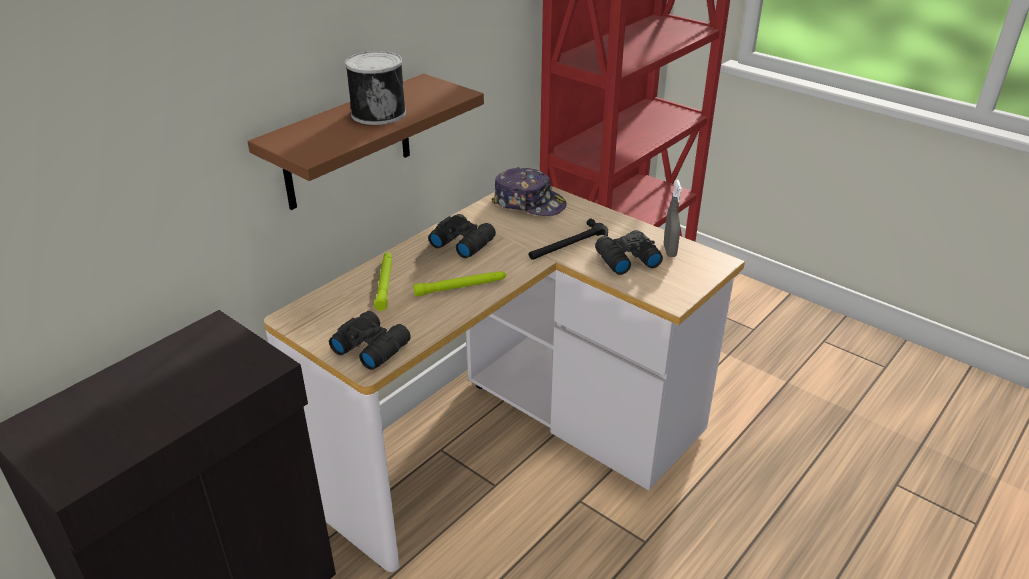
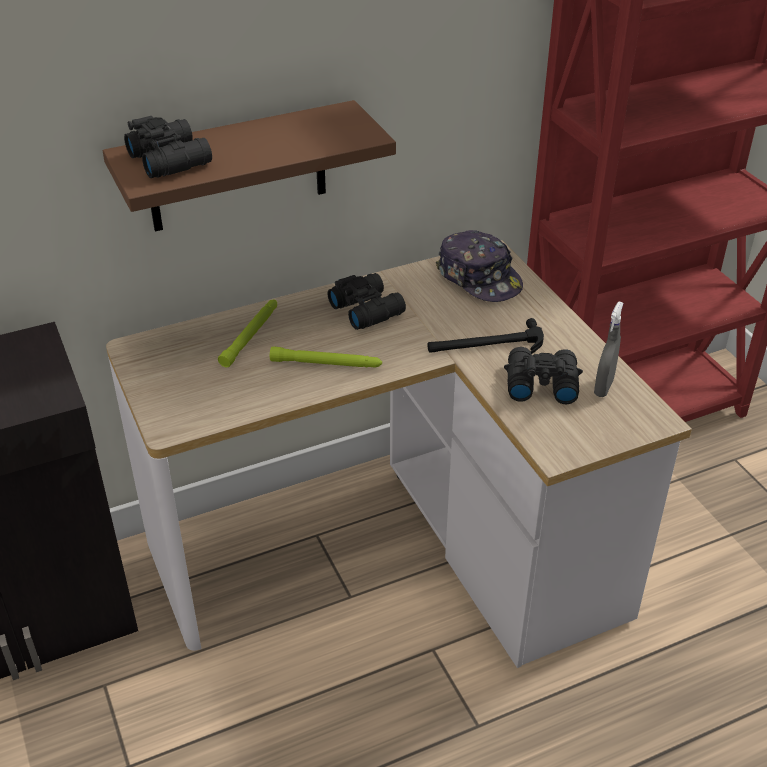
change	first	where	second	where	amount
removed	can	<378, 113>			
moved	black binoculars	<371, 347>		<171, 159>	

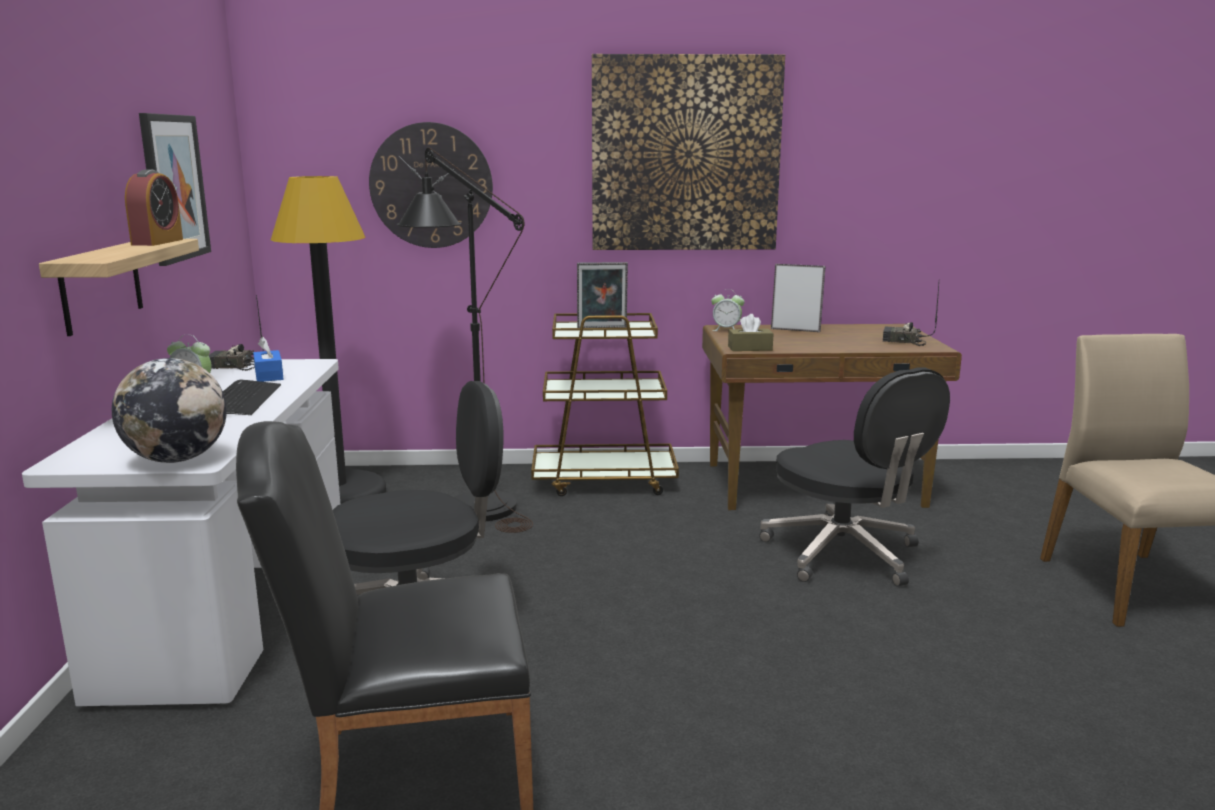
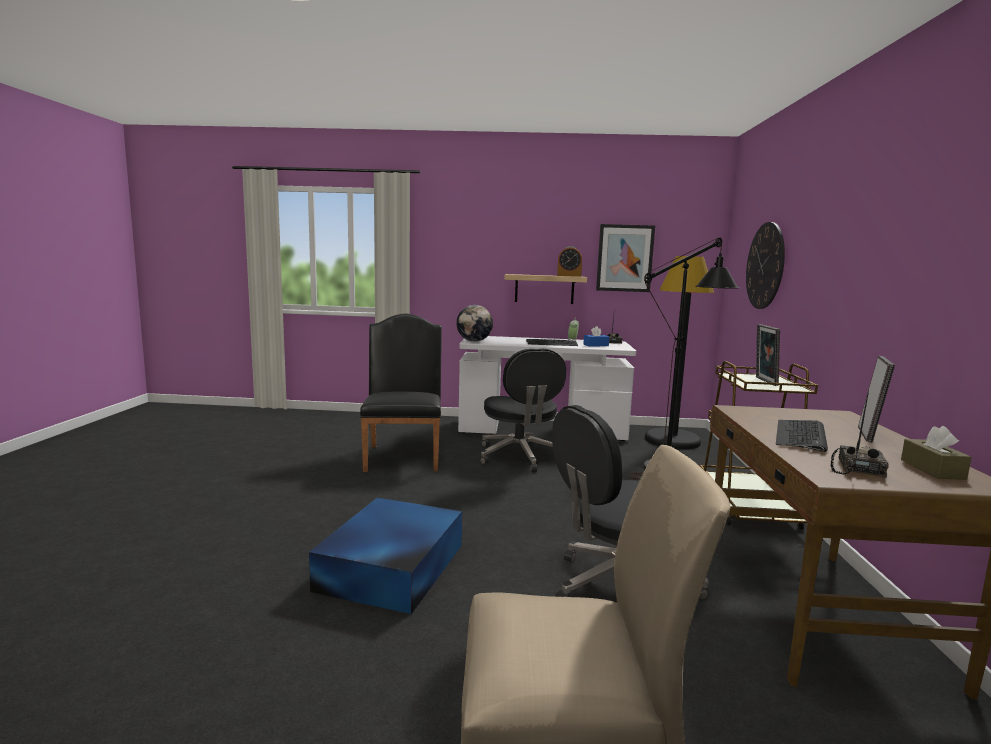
change	first	where	second	where	amount
removed	picture	<685, 154>			
removed	alarm clock	<726, 330>			
added			blue storage box	<390, 567>	
added			keyboard	<801, 436>	
moved	brown tissue box	<750, 348>		<932, 469>	

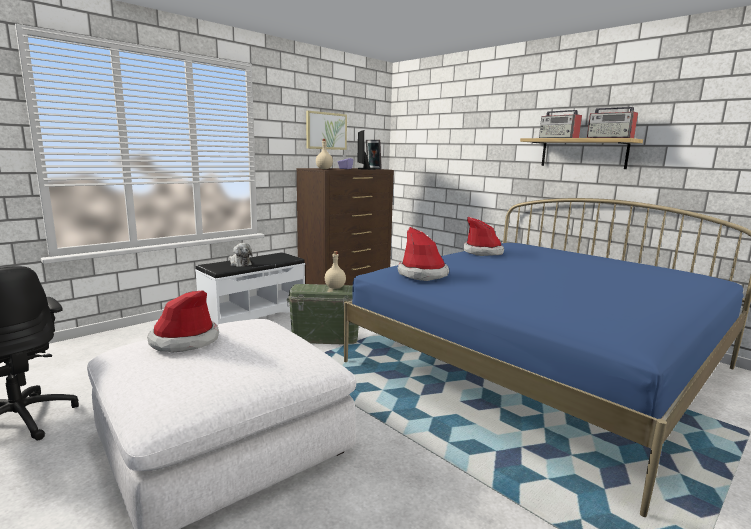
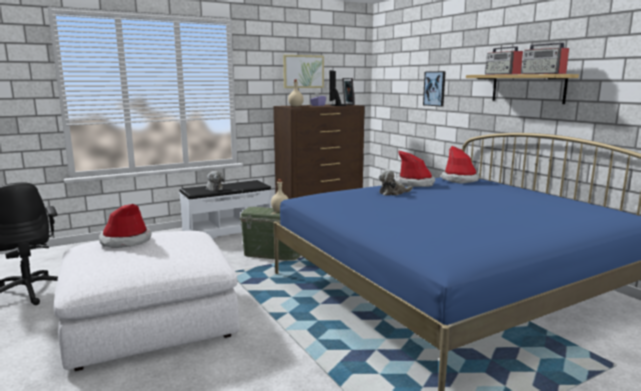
change	first	where	second	where	amount
added			plush toy	<393, 193>	
added			picture	<434, 88>	
moved	hat	<422, 274>		<460, 180>	

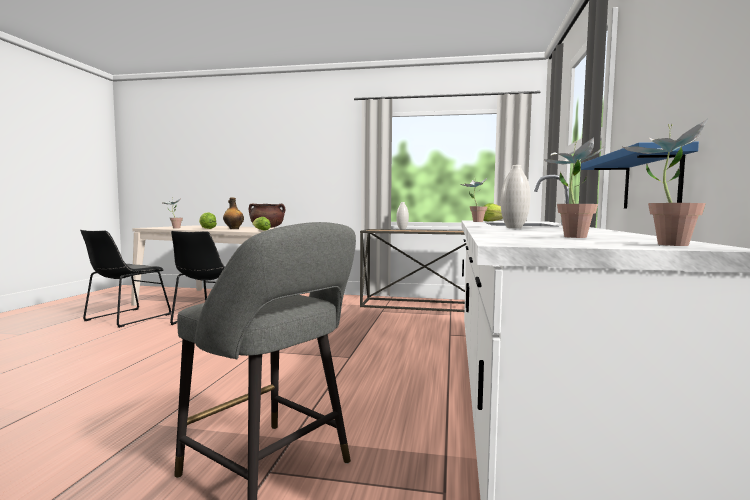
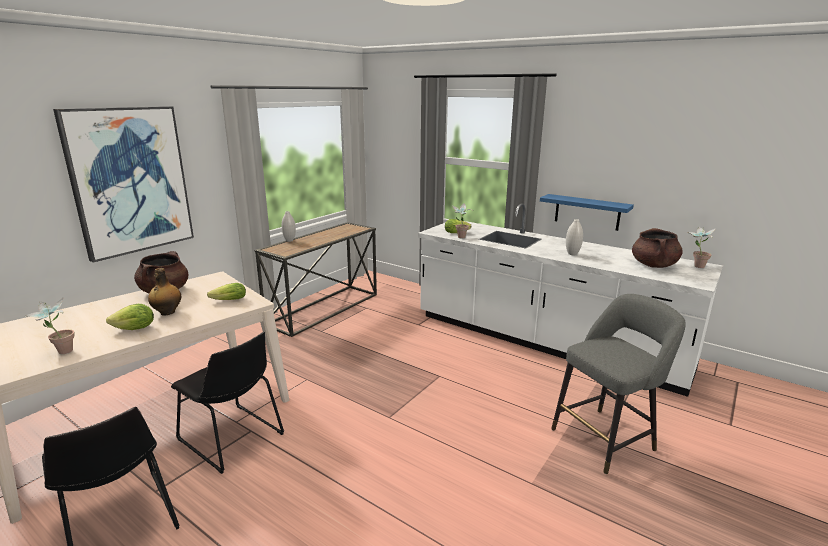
change	first	where	second	where	amount
added			picture	<130, 181>	
replaced	potted plant	<570, 236>	brown cooking pot	<654, 265>	

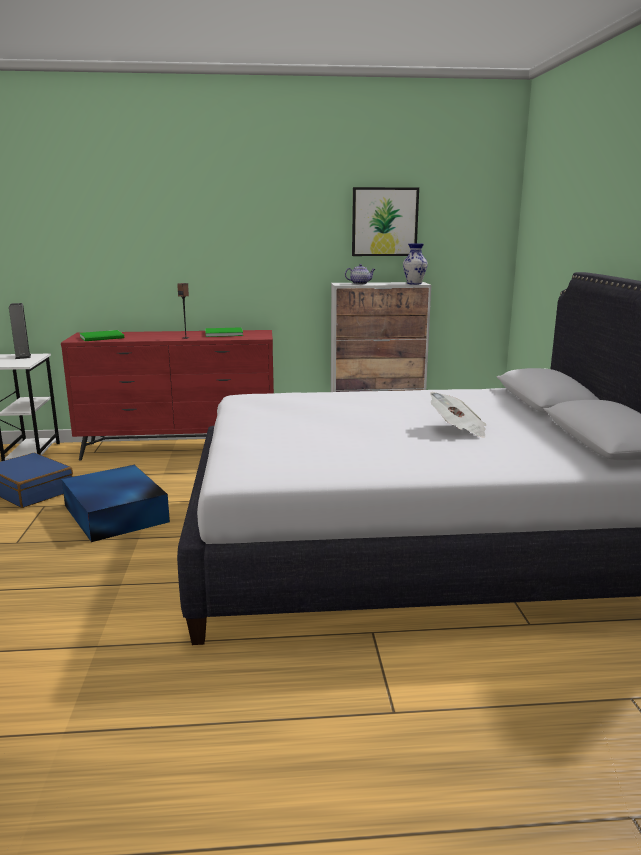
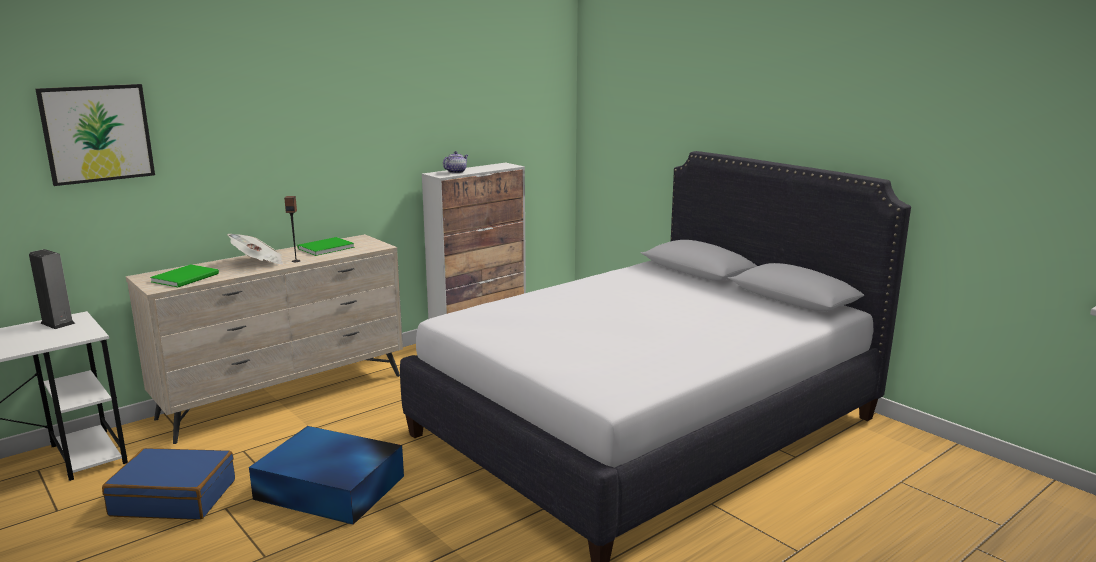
change	first	where	second	where	amount
removed	vase	<414, 283>			
moved	picture	<384, 222>		<97, 133>	
moved	newspaper	<458, 430>		<259, 262>	
recoloured	red dresser	<180, 449>	beige dresser	<285, 396>	

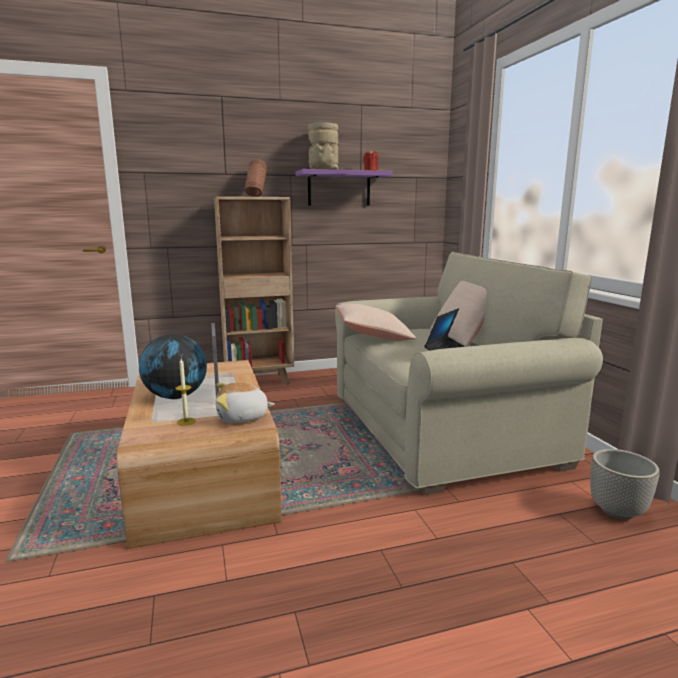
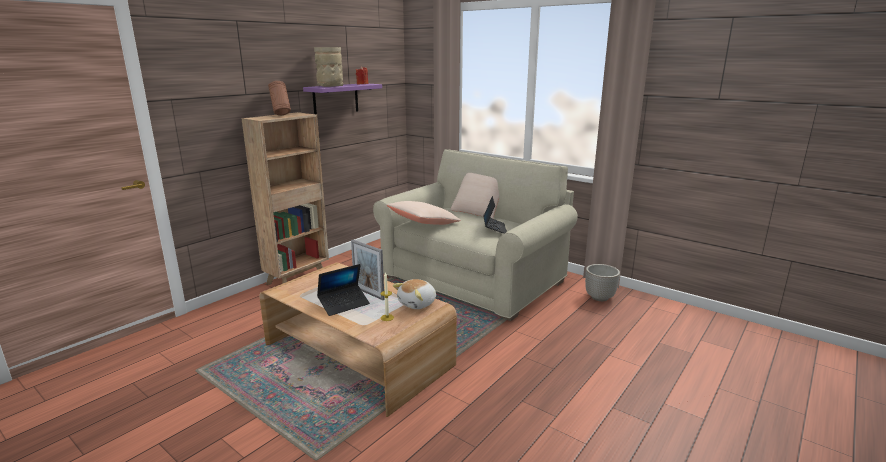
change	first	where	second	where	amount
replaced	globe	<176, 397>	laptop	<344, 304>	

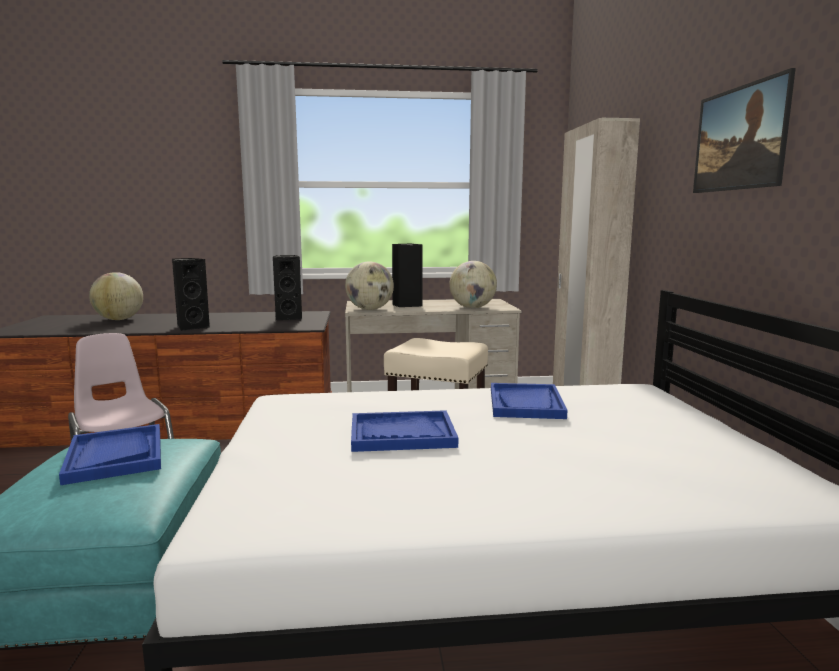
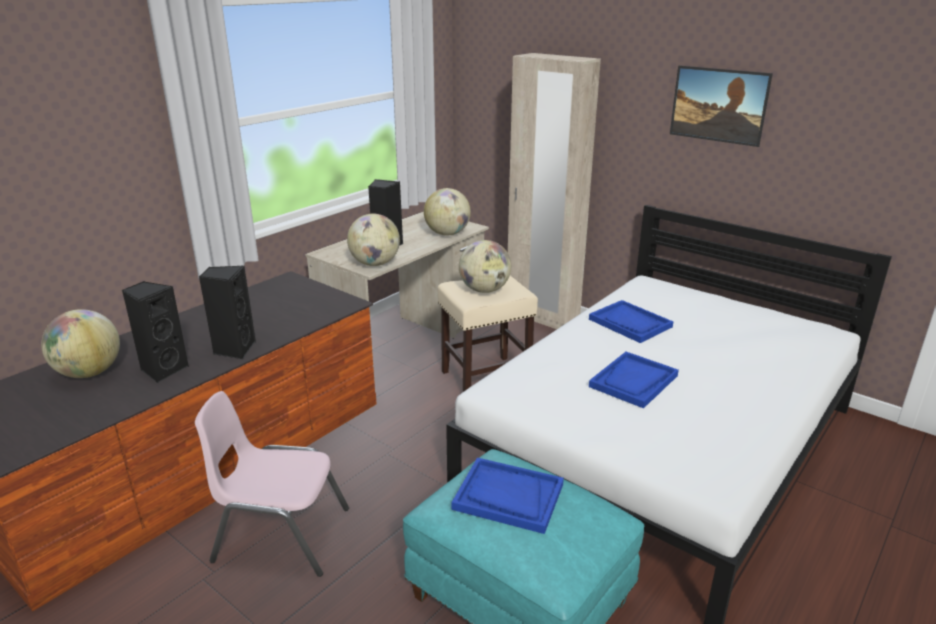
change	first	where	second	where	amount
added			globe	<484, 290>	
moved	black speaker	<289, 318>		<163, 370>	

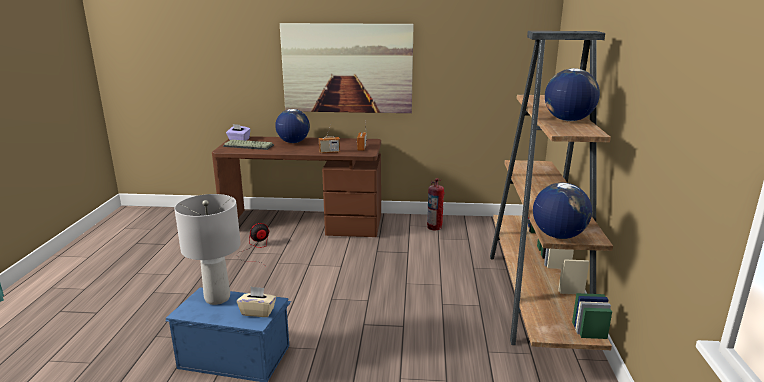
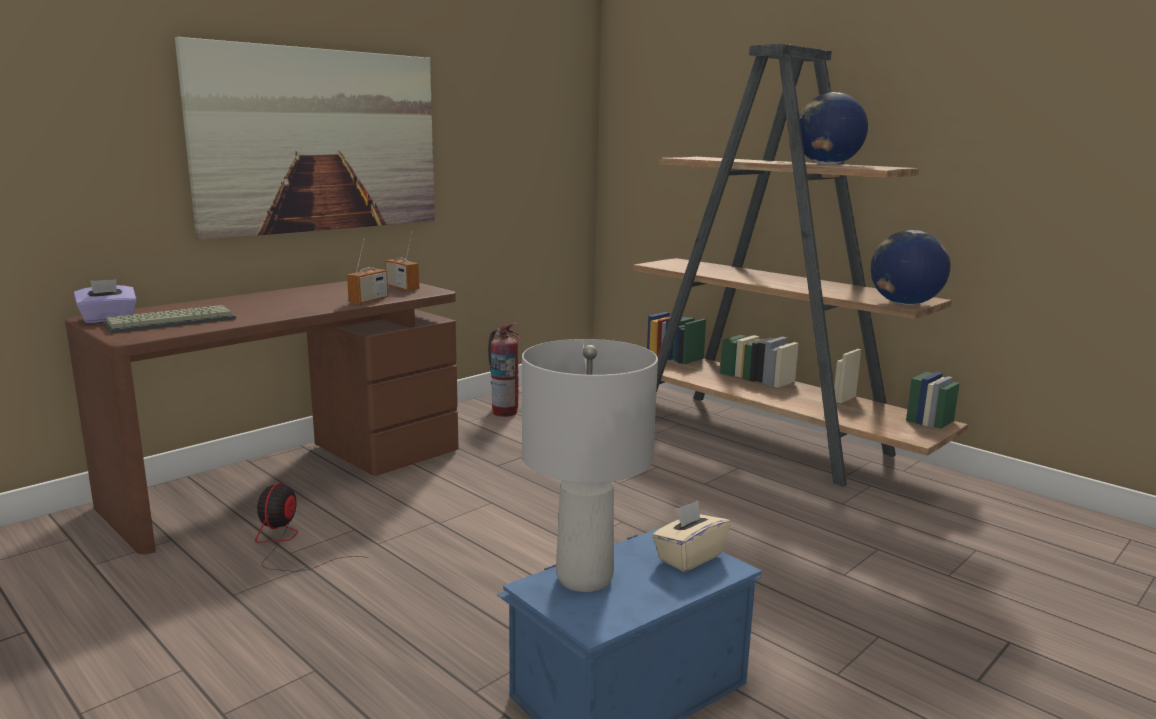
change	first	where	second	where	amount
removed	globe	<293, 142>			

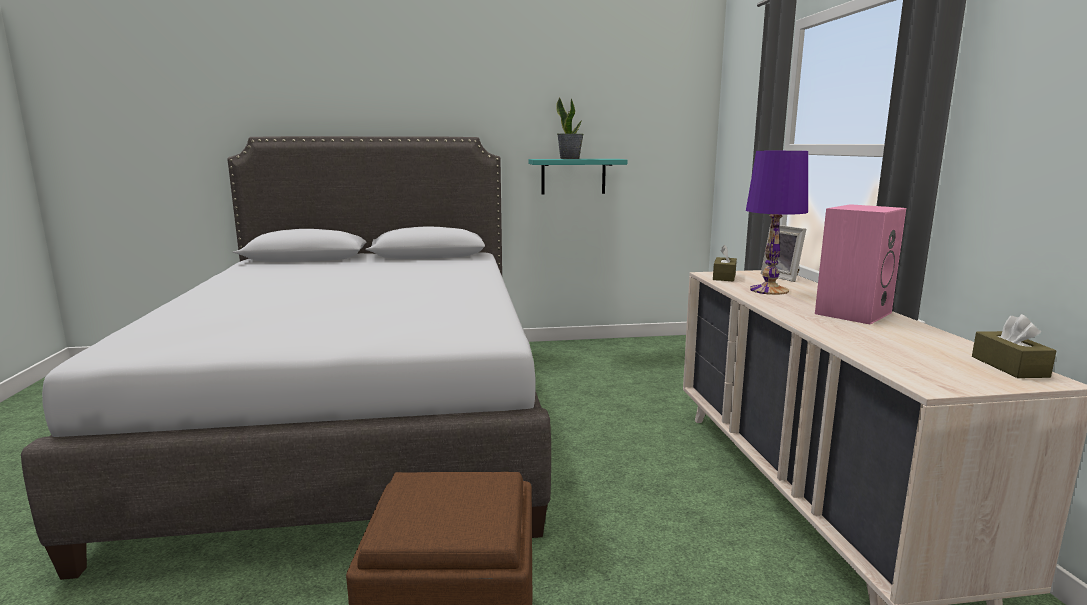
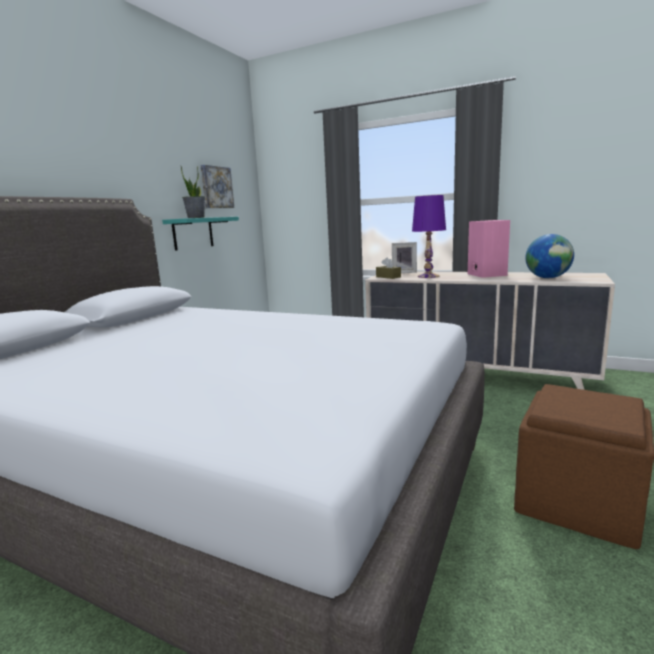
change	first	where	second	where	amount
removed	brown tissue box	<1009, 366>			
added			picture	<216, 187>	
added			globe	<547, 278>	

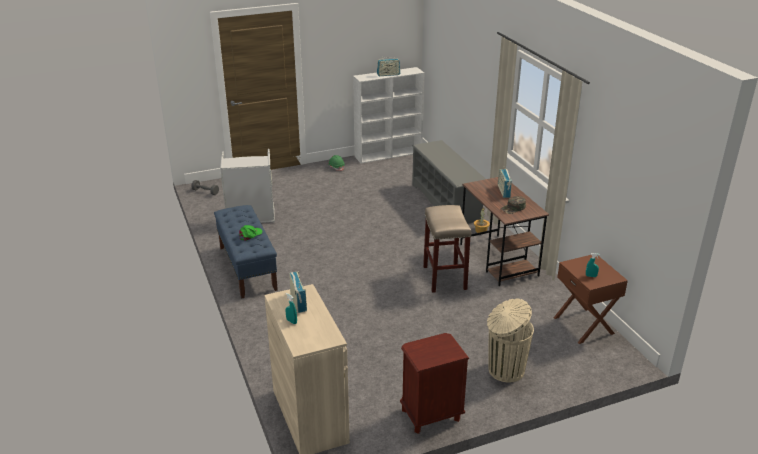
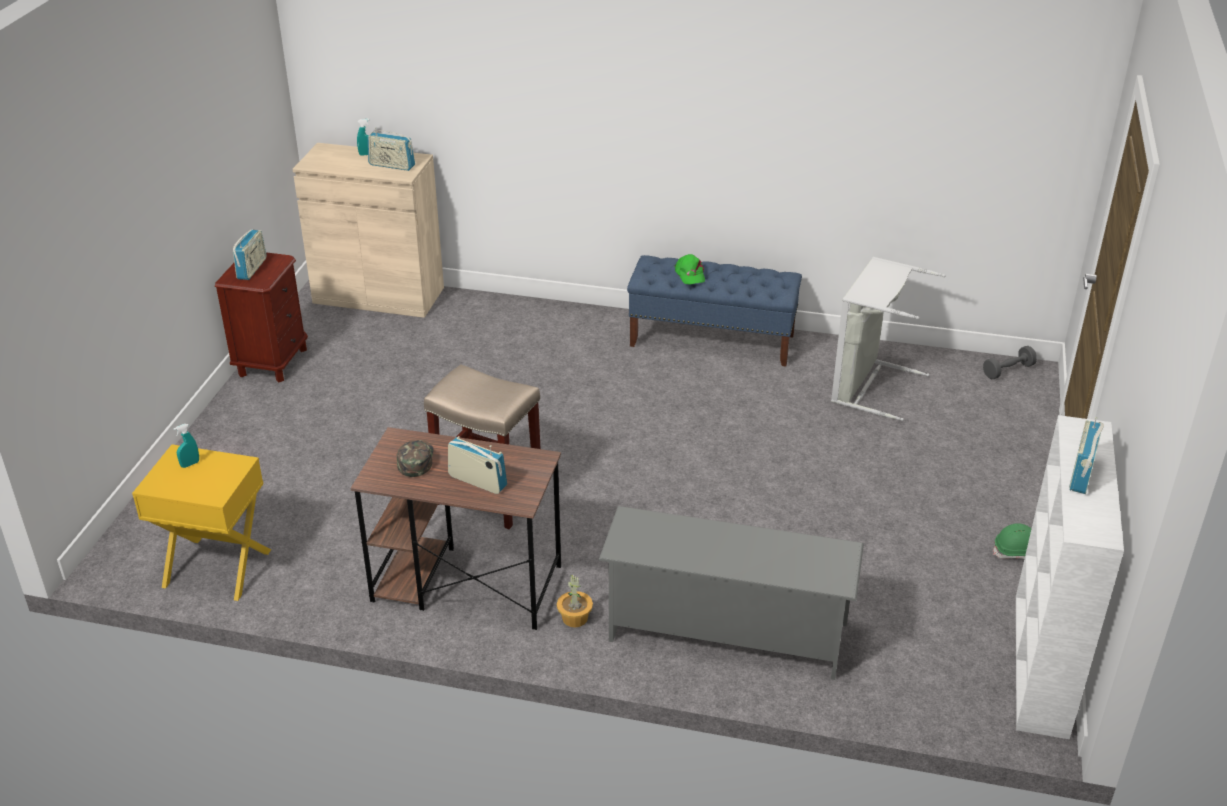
change	first	where	second	where	amount
removed	beige trash can	<505, 370>			
added			radio	<252, 268>	
recoloured	brown nightstand	<584, 325>	yellow nightstand	<216, 569>	

